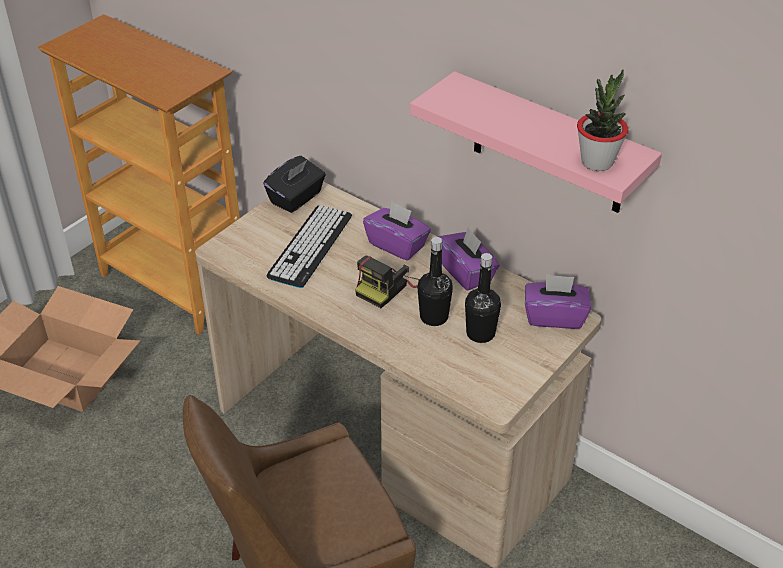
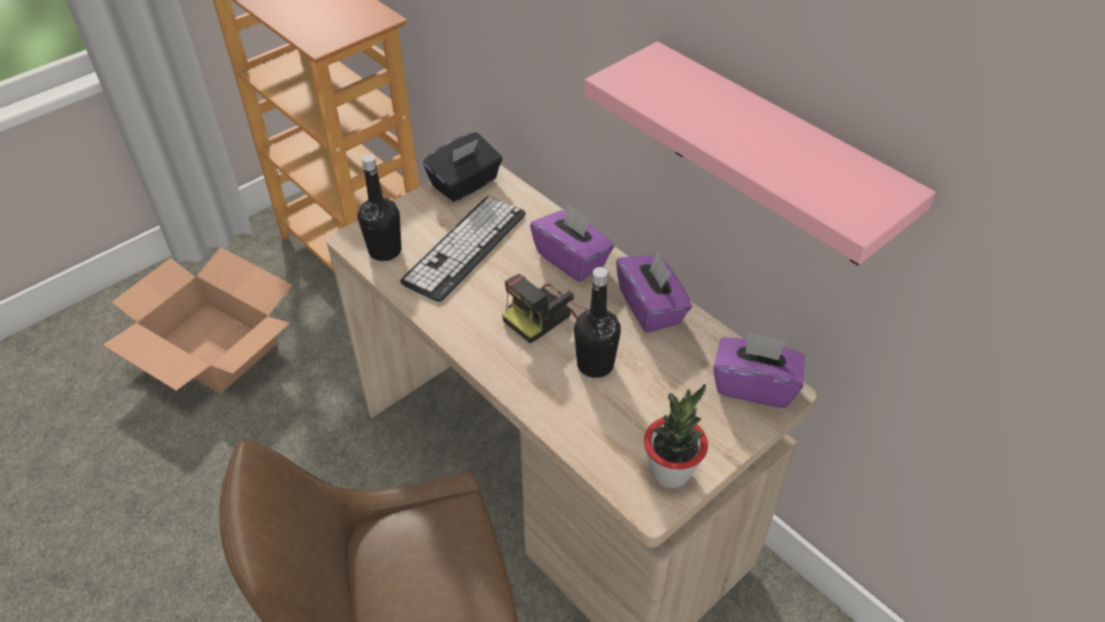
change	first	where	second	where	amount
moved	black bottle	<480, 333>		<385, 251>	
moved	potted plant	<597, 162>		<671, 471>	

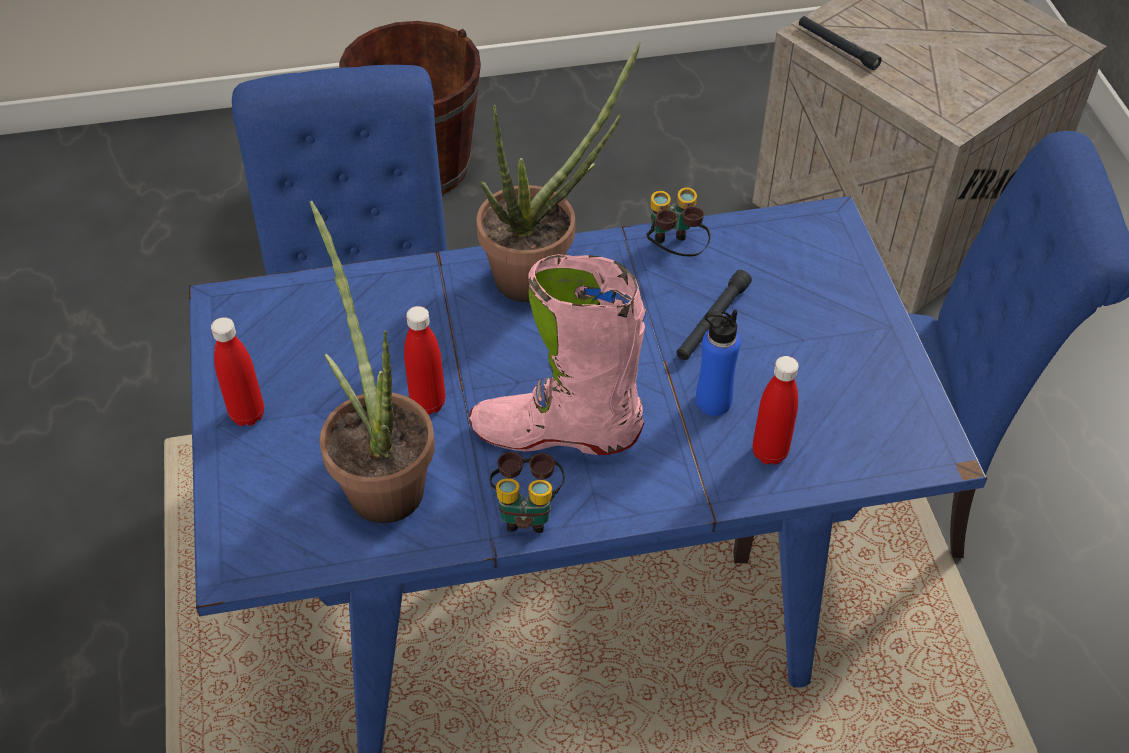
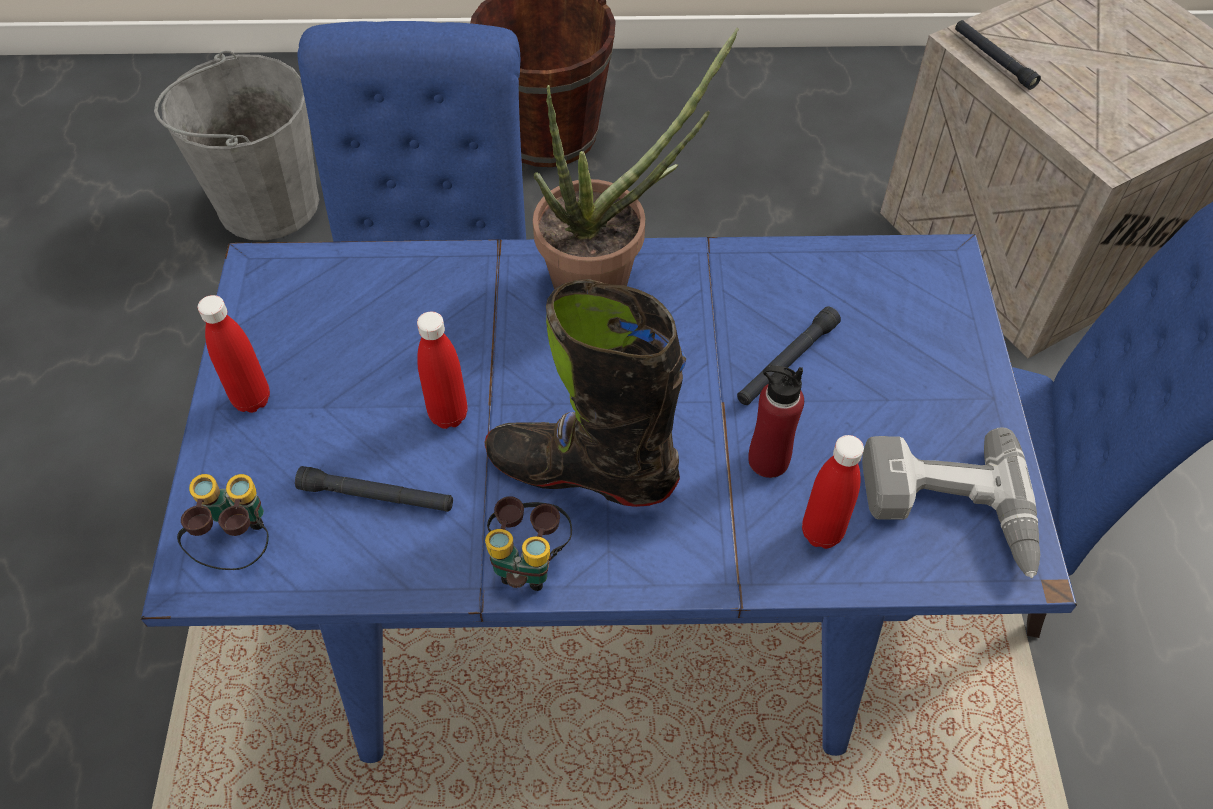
change	first	where	second	where	amount
added			grey bucket	<267, 203>	
added			power drill	<948, 513>	
moved	binoculars	<674, 252>		<238, 546>	
replaced	potted plant	<381, 478>	black flashlight	<376, 496>	
recoloured	pink boot	<556, 433>	black boot	<582, 472>	
recoloured	blue bottle	<713, 402>	red bottle	<768, 460>	

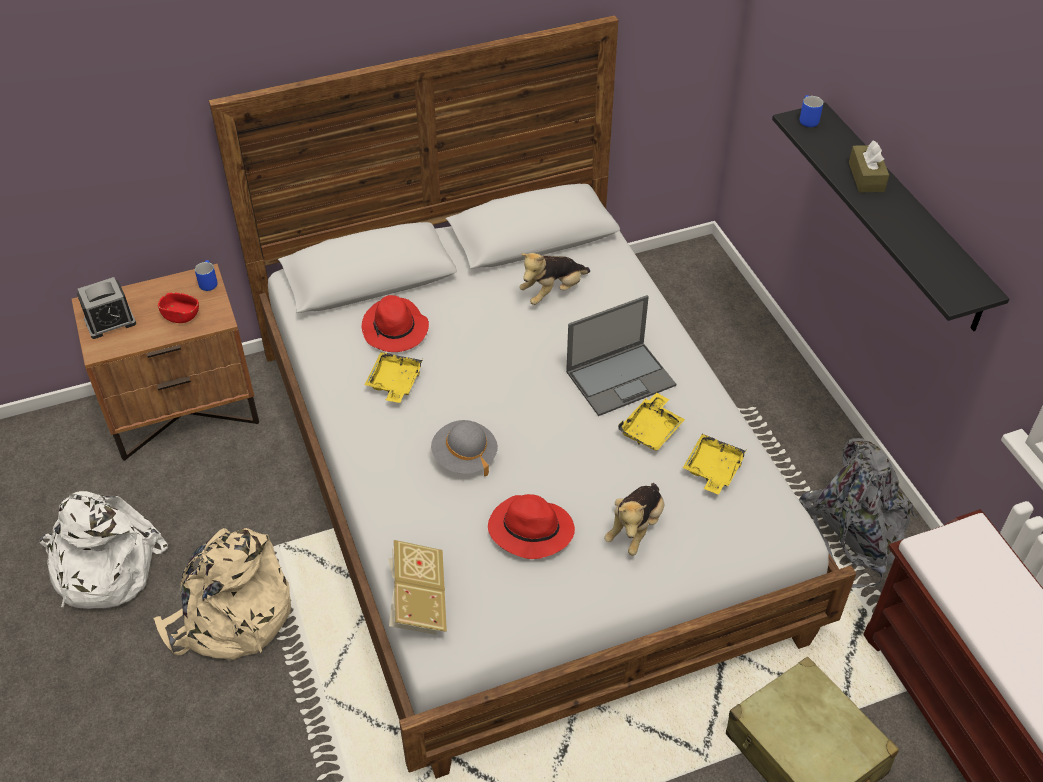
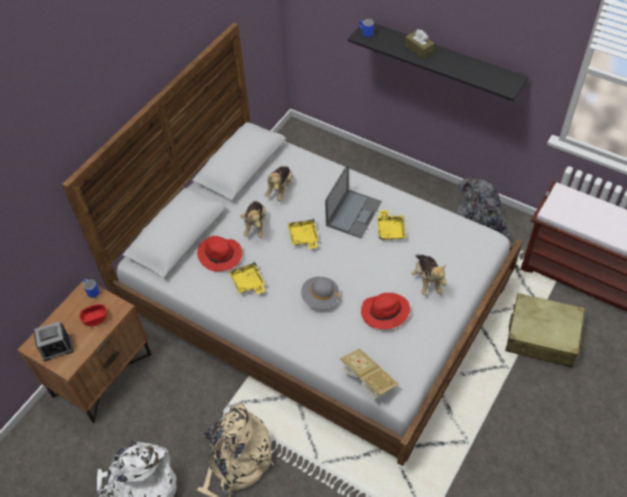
change	first	where	second	where	amount
added			plush toy	<255, 225>	
moved	yellow tray	<712, 470>		<303, 237>	
turned	alarm clock	<110, 322>		<56, 348>	45 degrees clockwise

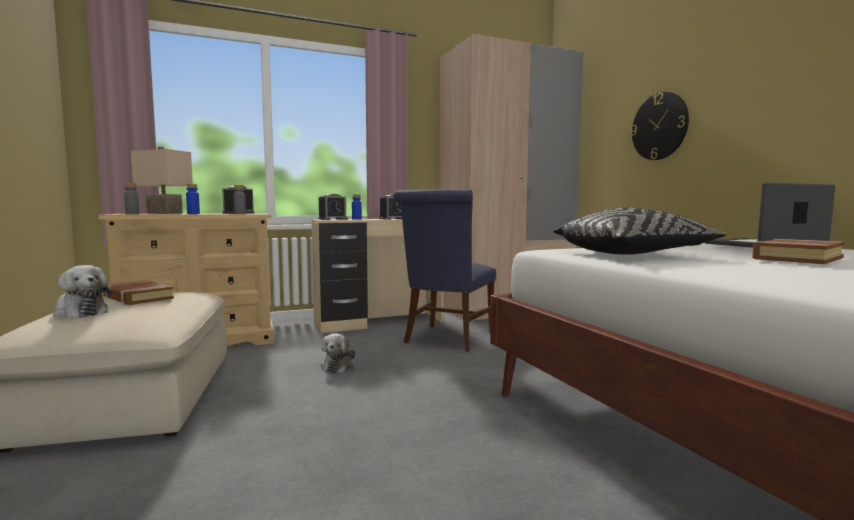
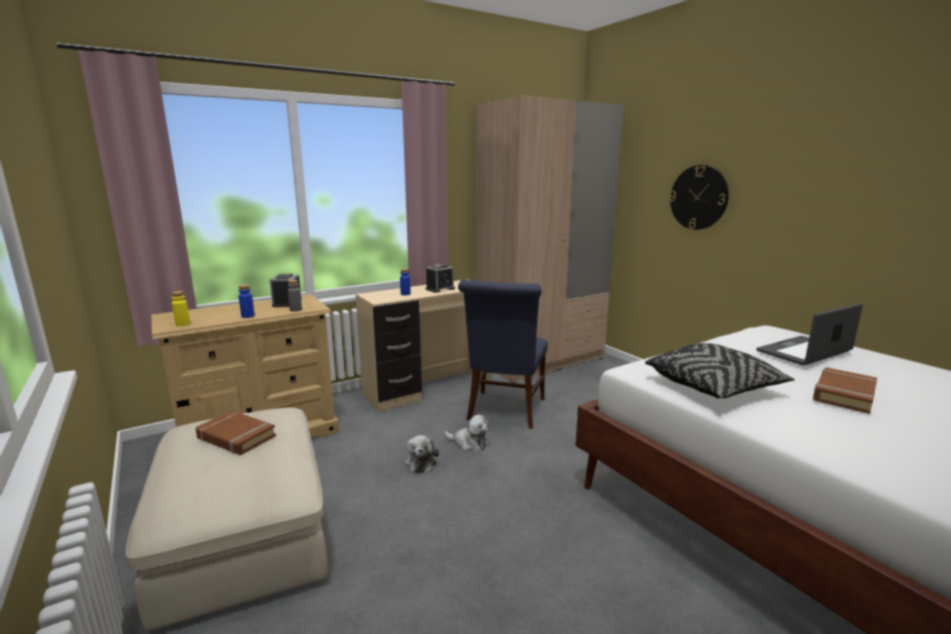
change	first	where	second	where	amount
removed	beige table lamp	<163, 213>			
removed	alarm clock	<332, 219>			
moved	plush toy	<80, 312>		<468, 443>	
recoloured	grey bottle	<132, 214>	yellow bottle	<182, 324>	

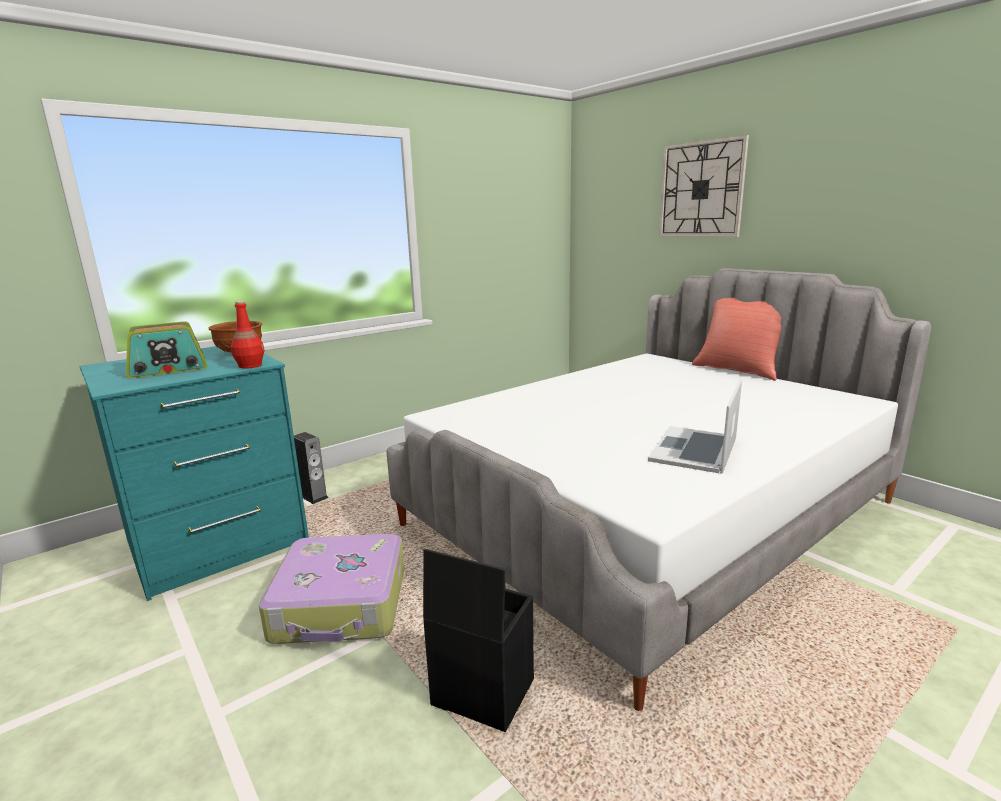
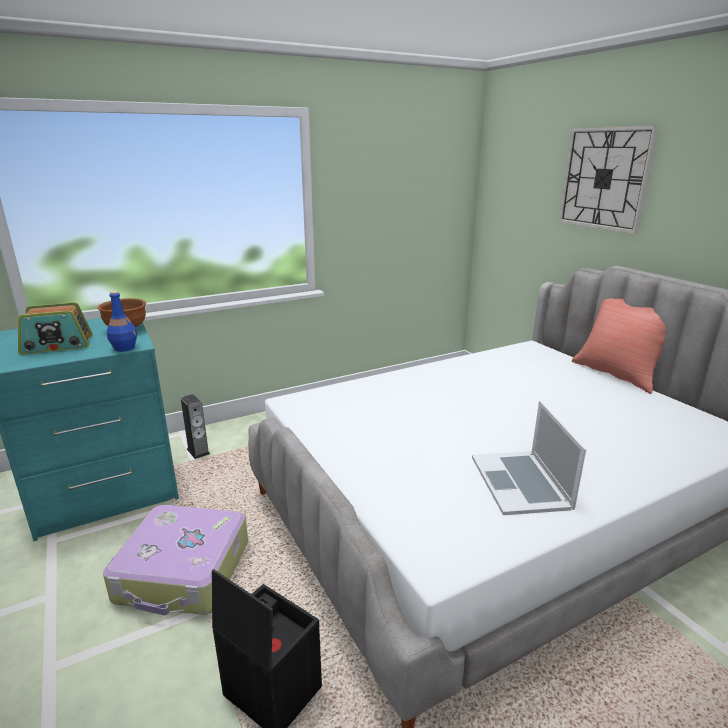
change	first	where	second	where	amount
recoloured	red bottle	<250, 365>	blue bottle	<124, 348>	
turned	laptop	<694, 450>		<520, 482>	45 degrees counterclockwise

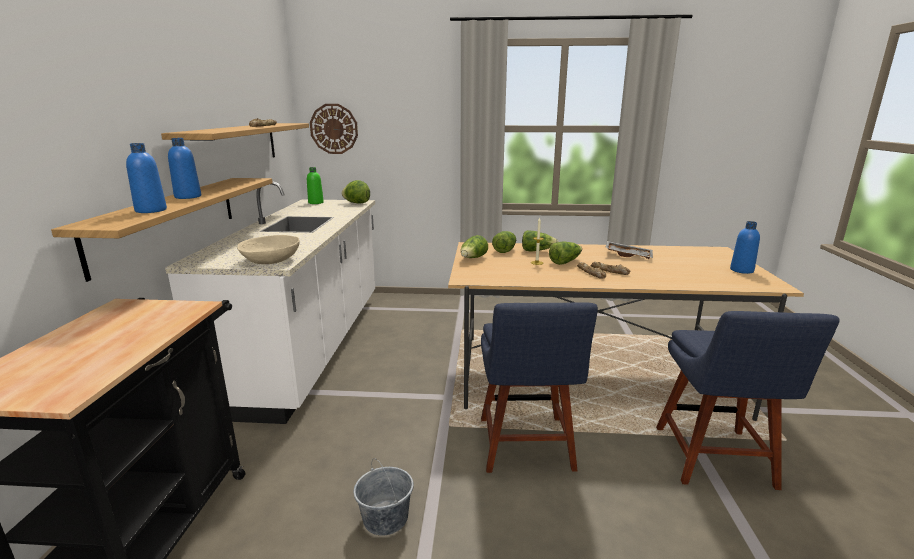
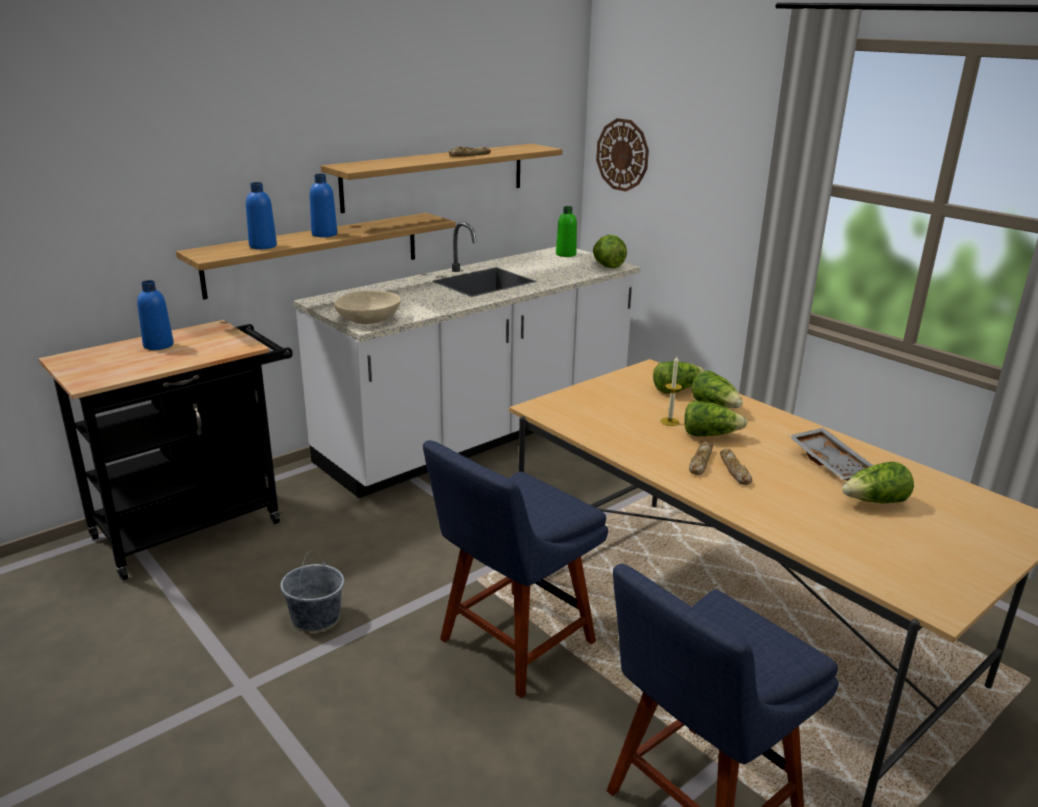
change	first	where	second	where	amount
moved	lettuce	<473, 258>		<875, 502>	
moved	blue bottle	<741, 270>		<158, 345>	

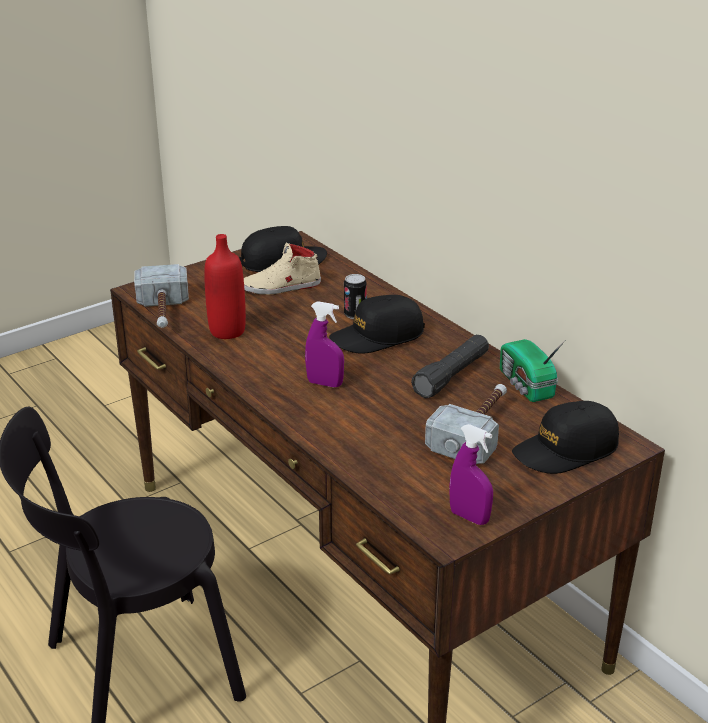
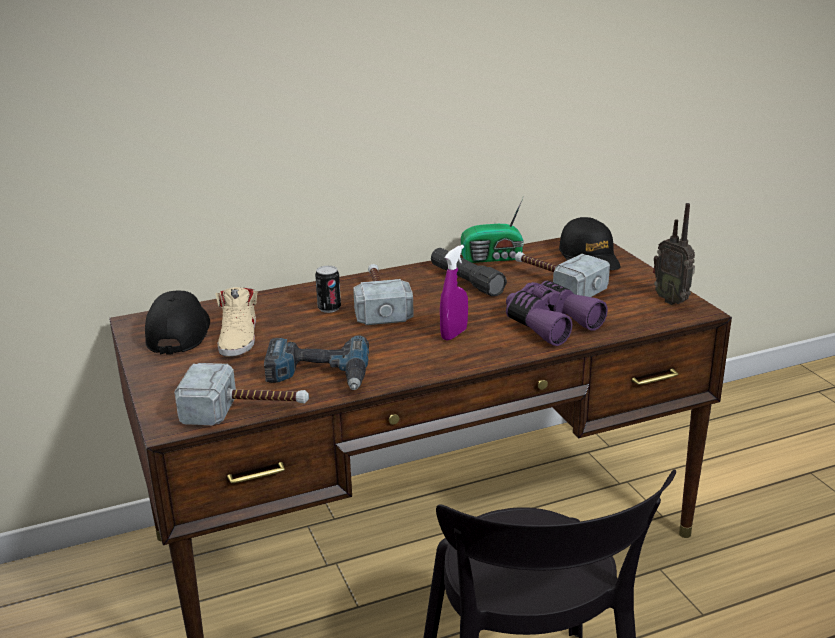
change	first	where	second	where	amount
added			purple binoculars	<549, 323>	
replaced	red bottle	<227, 331>	power drill	<318, 375>	
replaced	black cap	<377, 336>	hammer	<379, 303>	
replaced	purple spray bottle	<469, 517>	radio	<672, 300>	

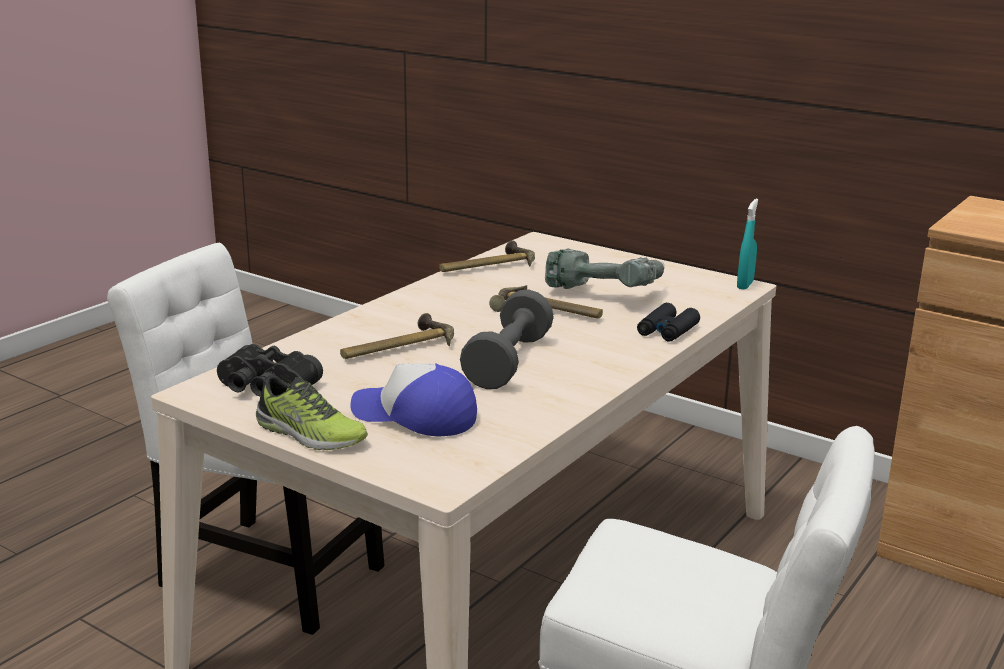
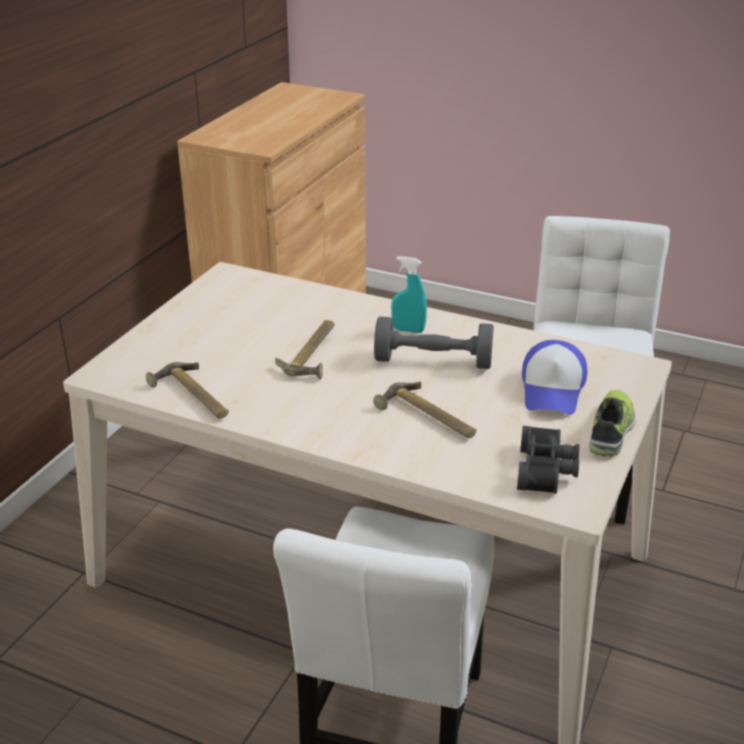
change	first	where	second	where	amount
removed	power drill	<605, 293>			
removed	black binoculars	<667, 331>			
moved	turquoise spray bottle	<745, 285>		<408, 330>	

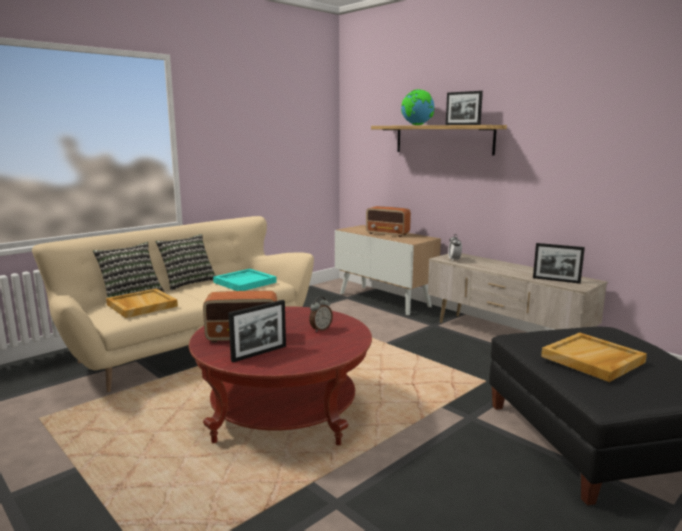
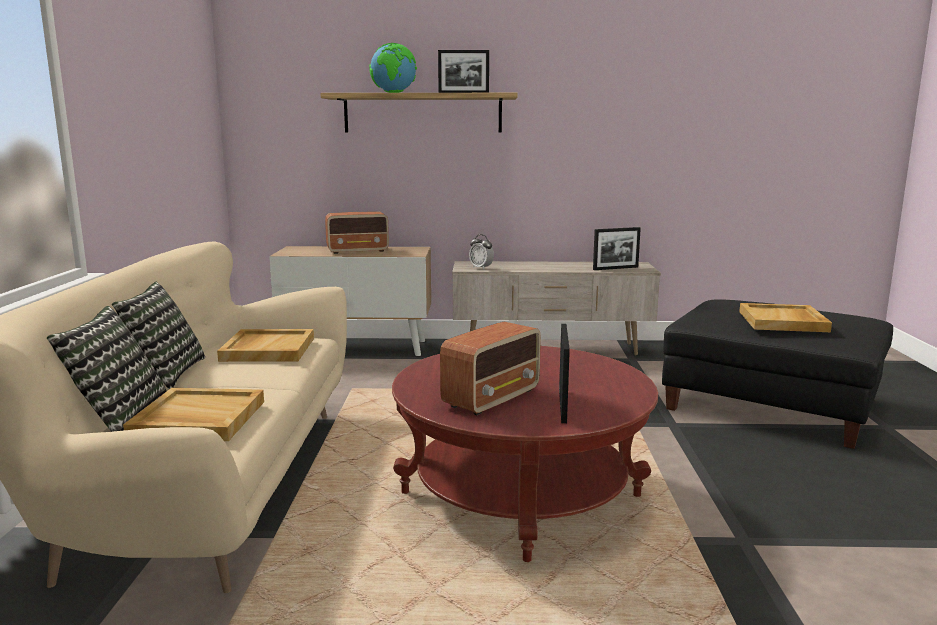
change	first	where	second	where	amount
removed	alarm clock	<320, 329>			
recoloured	turquoise tray	<245, 282>	beige tray	<267, 349>	

